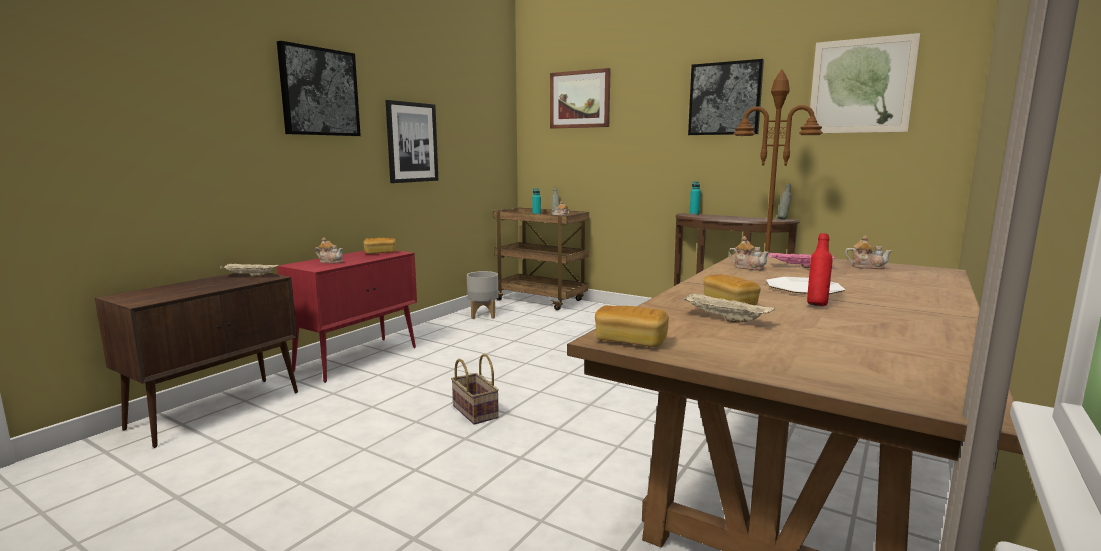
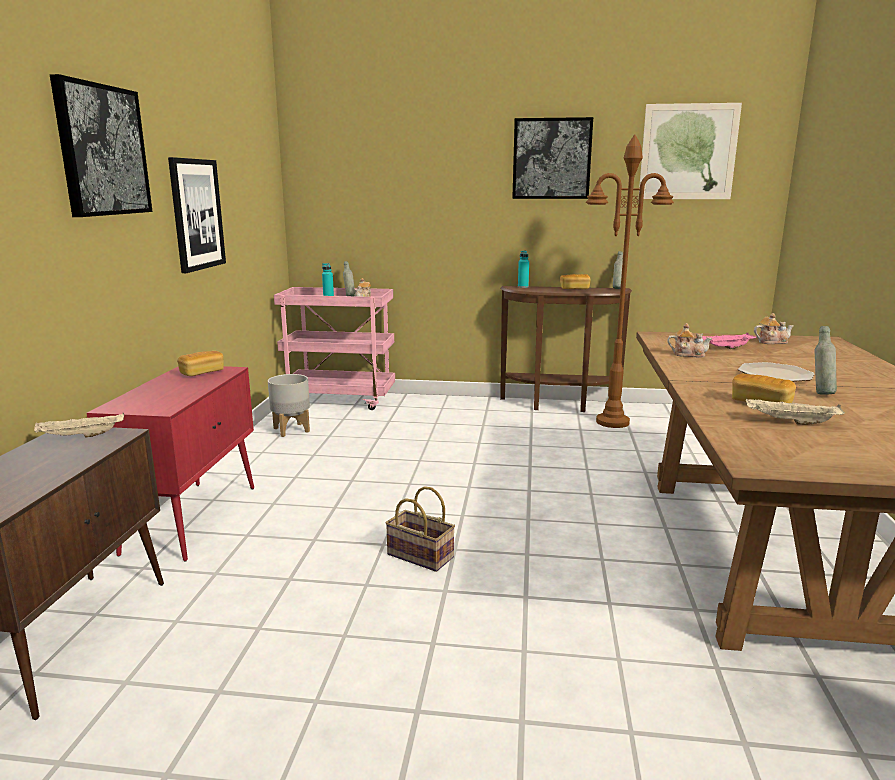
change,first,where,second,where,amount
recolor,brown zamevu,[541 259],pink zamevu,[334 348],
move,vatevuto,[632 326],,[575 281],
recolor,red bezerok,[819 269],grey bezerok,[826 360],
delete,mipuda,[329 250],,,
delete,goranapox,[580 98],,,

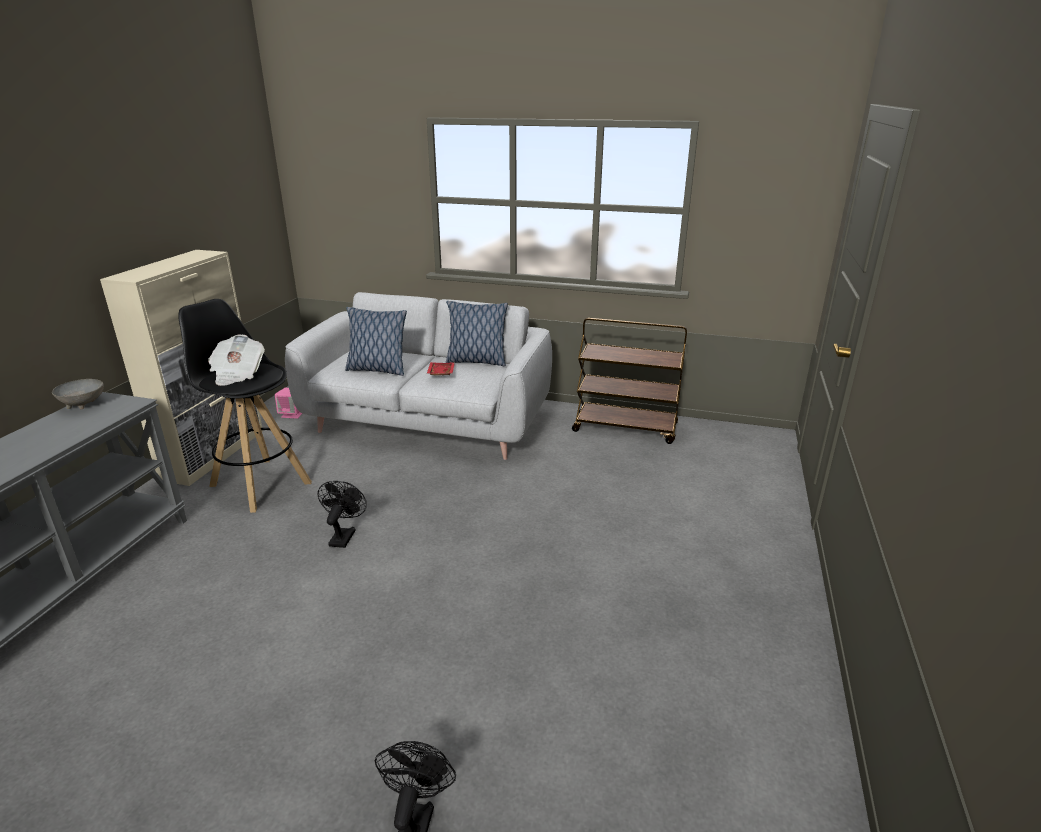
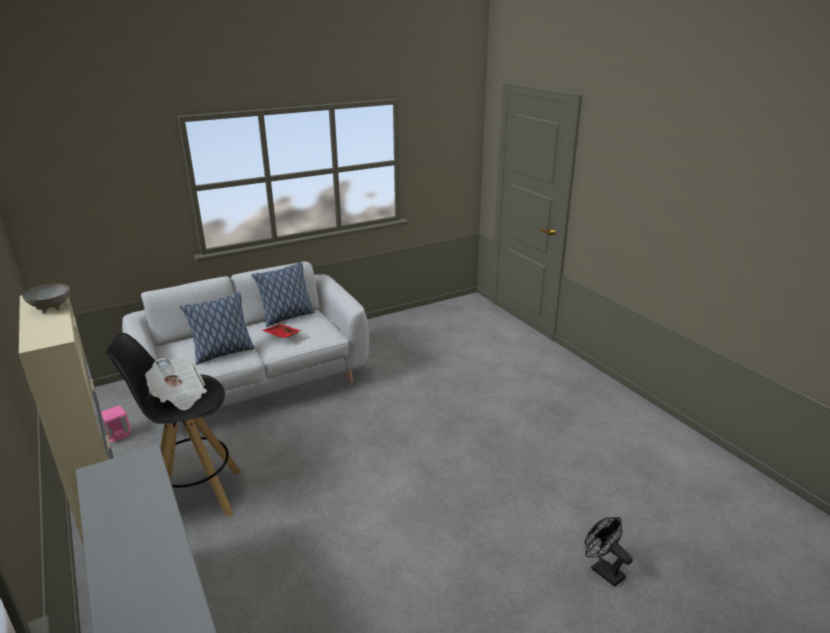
change,first,where,second,where,amount
move,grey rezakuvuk,[78 394],,[46 299],
delete,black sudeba,[342 514],,,
delete,brown zamevu,[629 381],,,

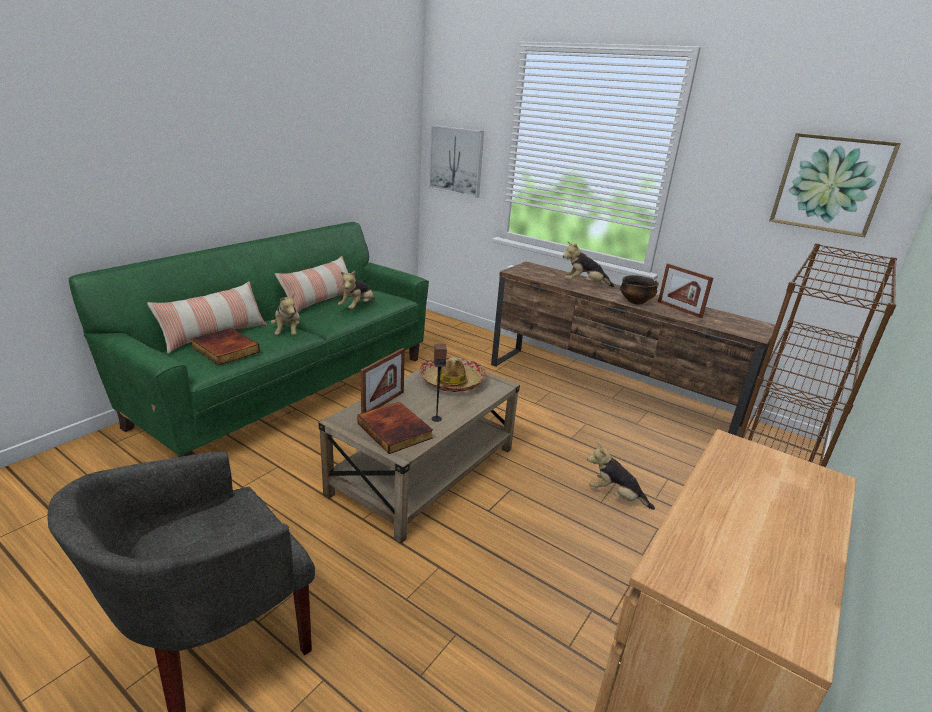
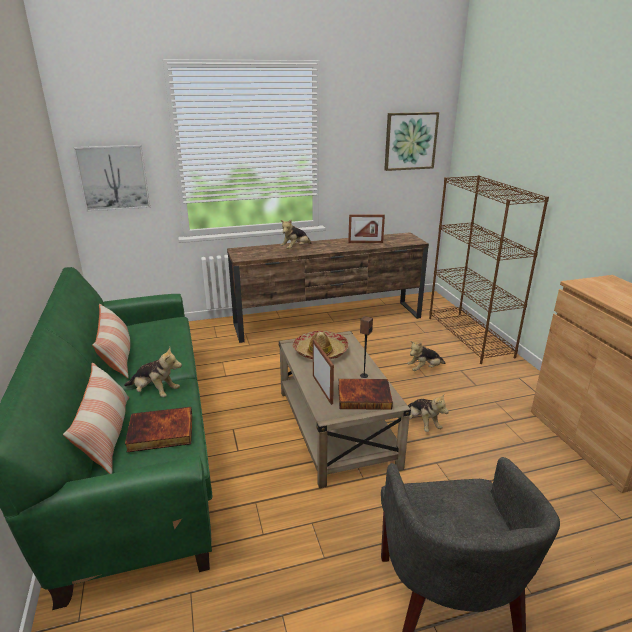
change,first,where,second,where,amount
move,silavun,[356 290],,[428 413],
delete,rezakuvuk,[639 289],,,

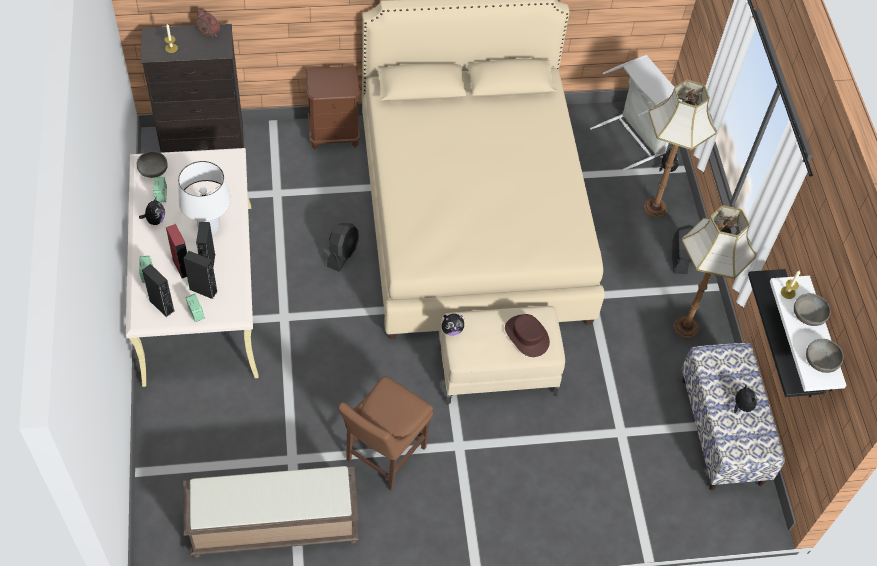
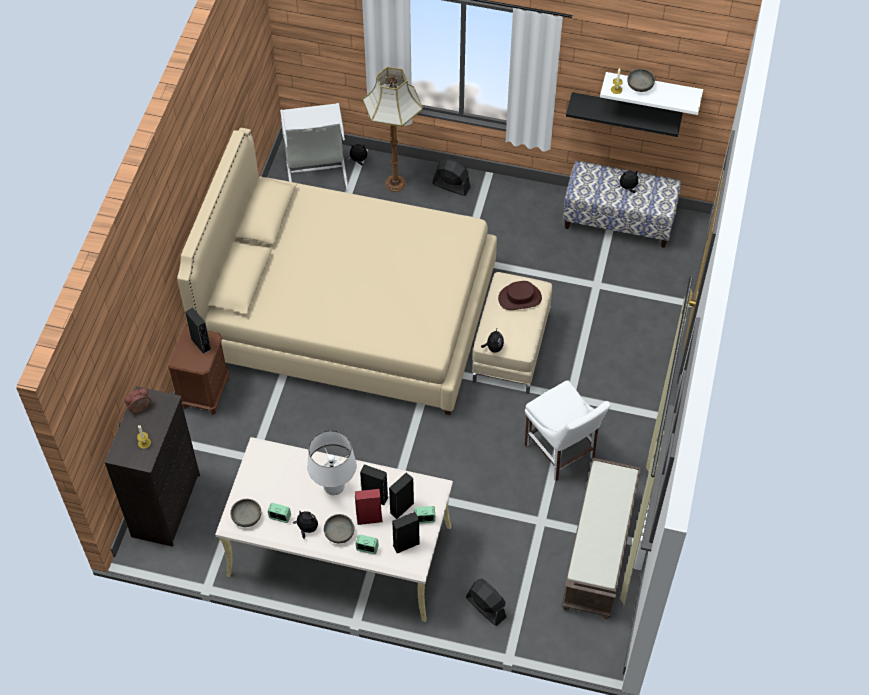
change,first,where,second,where,amount
insert,,,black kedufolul,[198 331],
move,grey rezakuvuk,[825 356],,[339 529],
move,black sudeba,[343 247],,[486 602],
recolor,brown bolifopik,[385 433],white bolifopik,[568 430],
delete,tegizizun,[715 271],,,

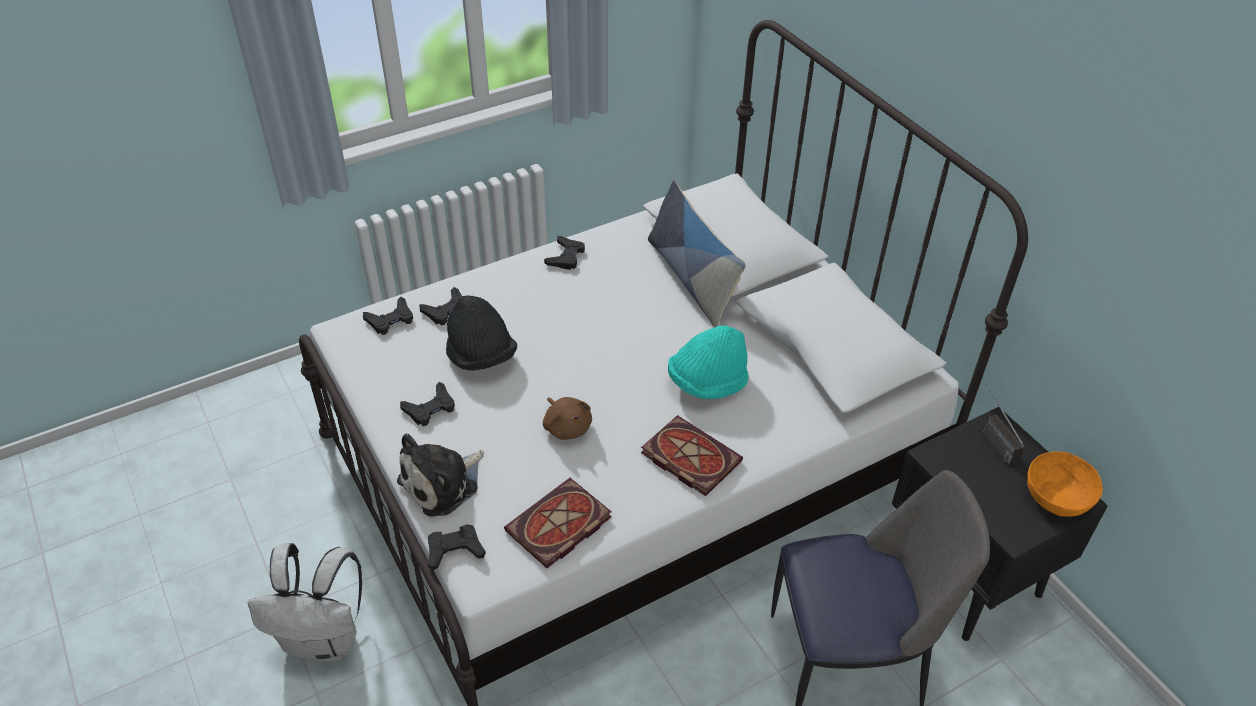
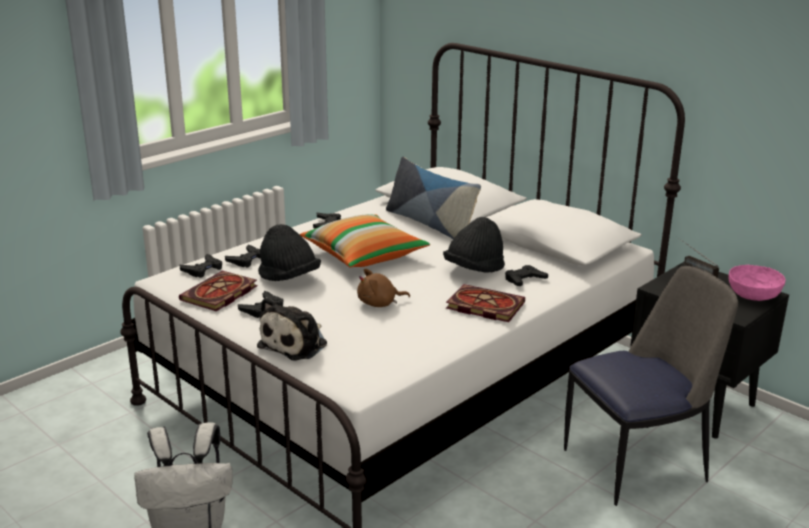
change,first,where,second,where,amount
move,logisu,[558 523],,[218 291],
insert,,,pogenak,[365 240],
rotate,brown silavun,[567 418],,[383 287],120 degrees clockwise
recolor,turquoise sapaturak,[708 362],black sapaturak,[474 245],
move,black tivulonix,[457 547],,[526 275],
recolor,orange rezakuvuk,[1065 484],pink rezakuvuk,[757 283],

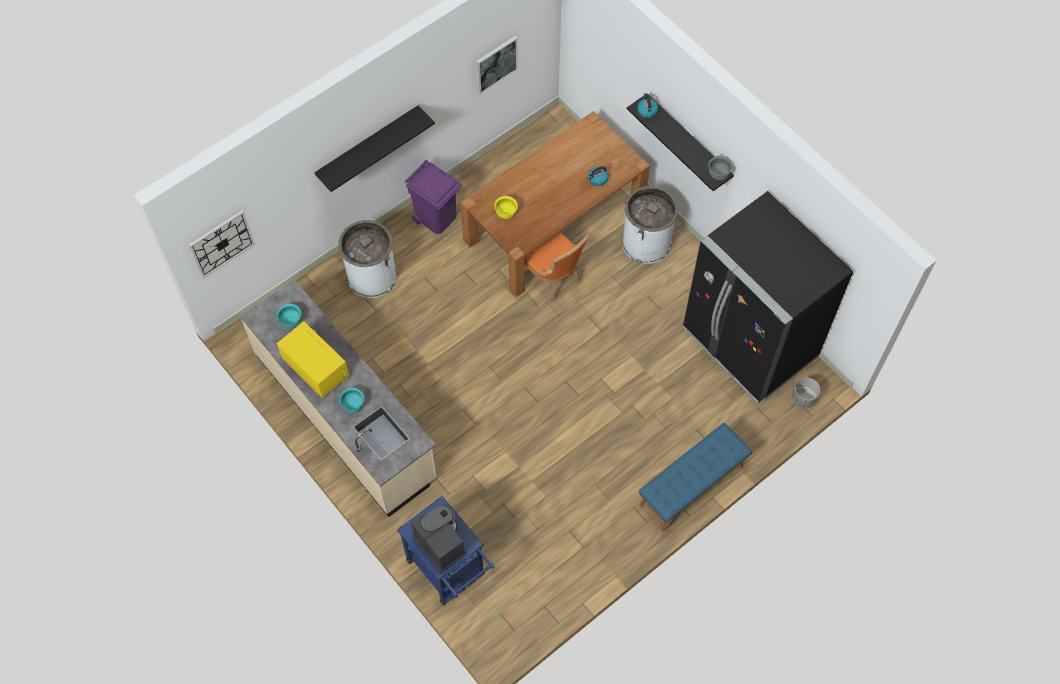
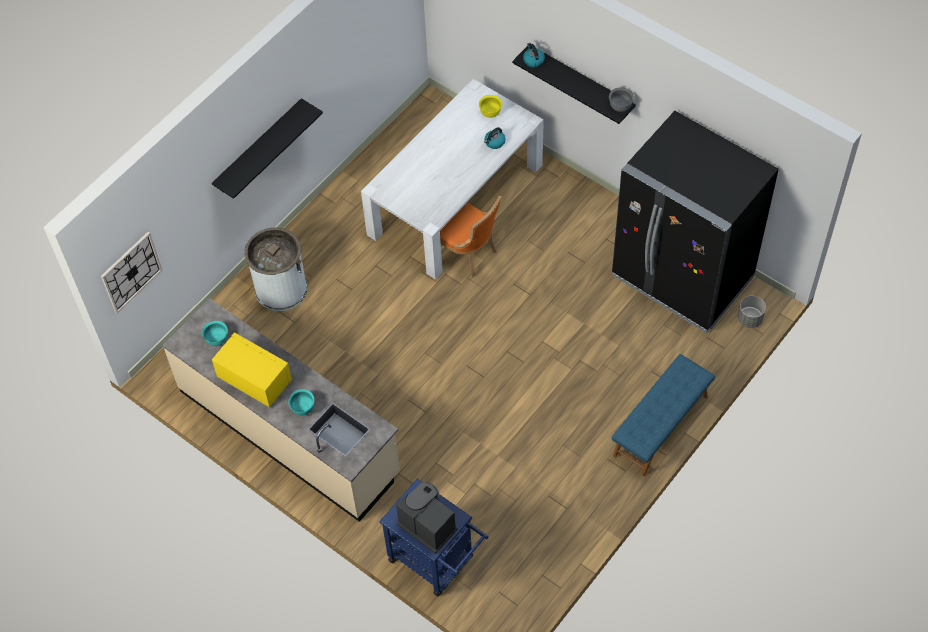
change,first,where,second,where,amount
recolor,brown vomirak,[555 204],white vomirak,[452 179],
move,yellow rezakuvuk,[506 207],,[490 106],
delete,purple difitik,[433 197],,,
delete,goranapox,[497 65],,,
delete,white difitik,[650 225],,,

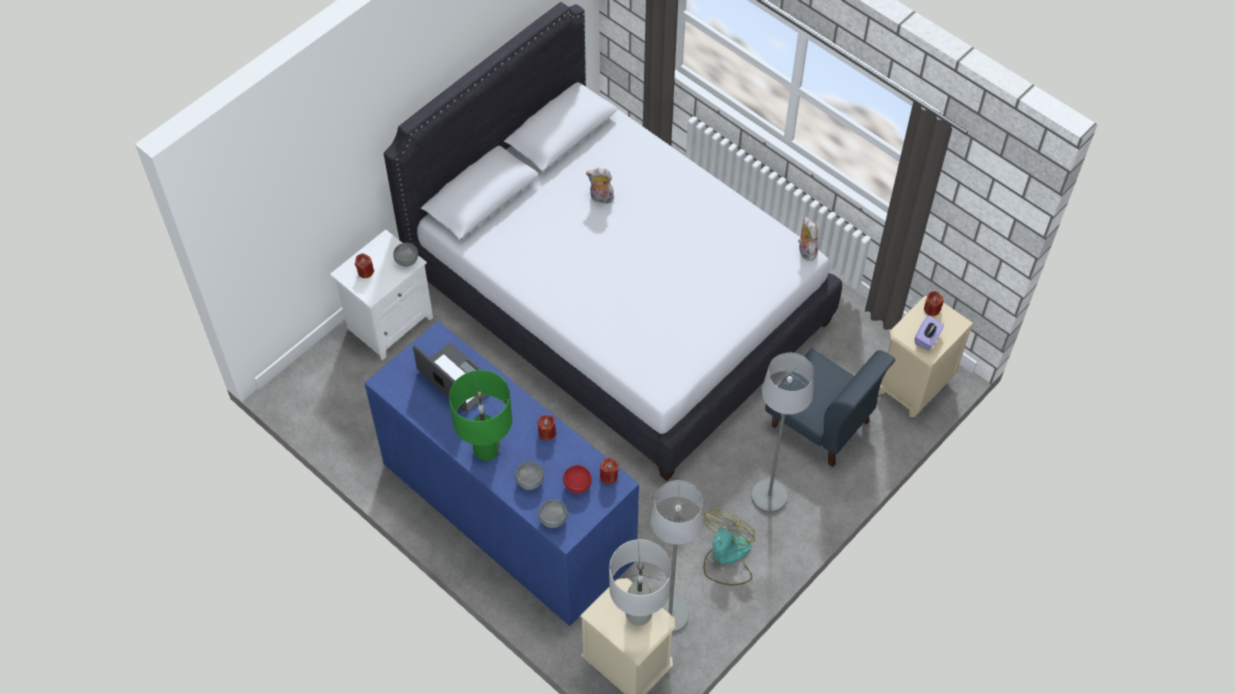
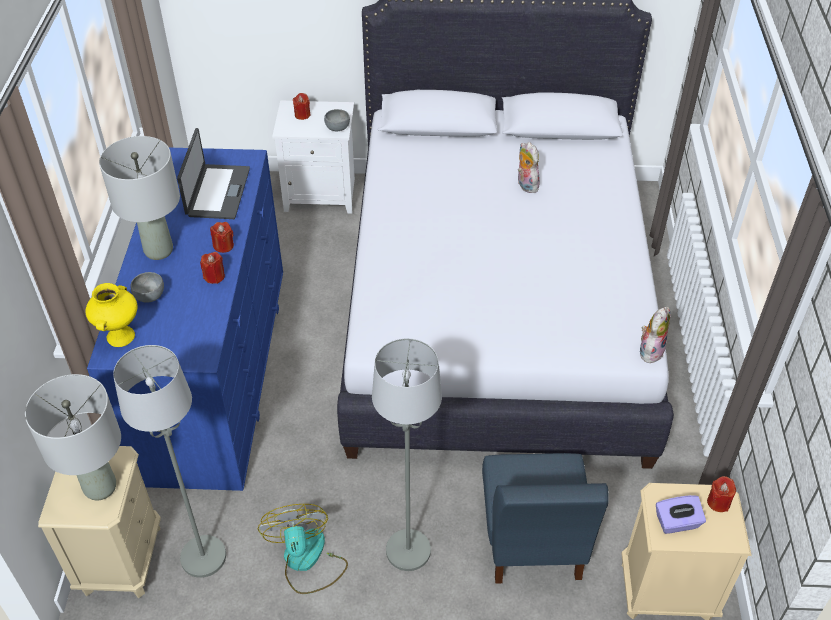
change,first,where,second,where,amount
replace,grey rezakuvuk,[553 514],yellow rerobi,[111 315],
recolor,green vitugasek,[480 415],grey vitugasek,[139 198],
move,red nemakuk,[609 471],,[222 237],
rotate,sudeba,[729 547],,[303 549],90 degrees counterclockwise
delete,red rezakuvuk,[577 479],,,

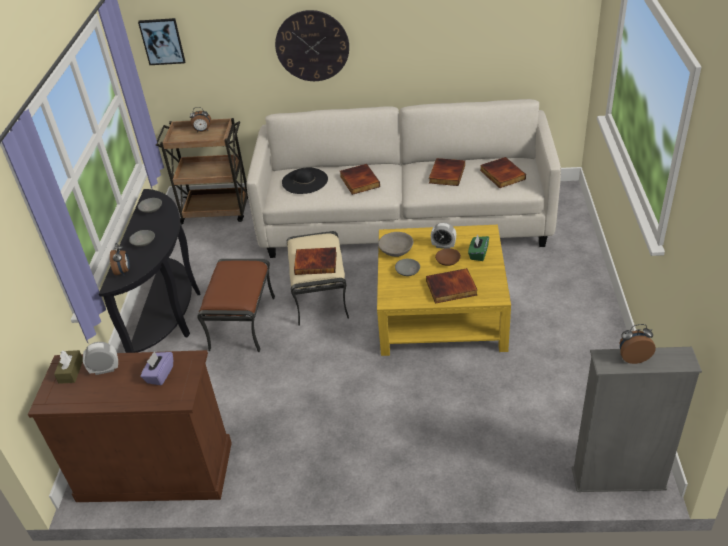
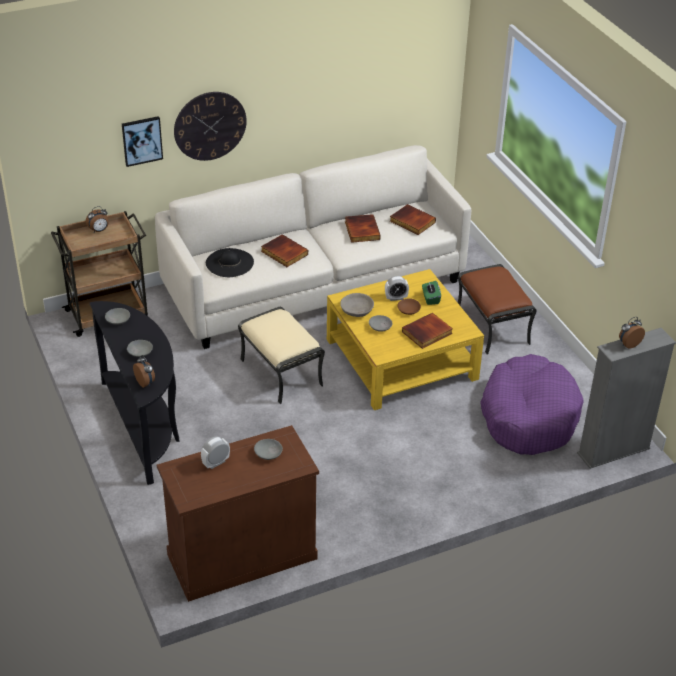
change,first,where,second,where,amount
move,goranapox,[161 41],,[142 141],
replace,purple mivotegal,[156 368],grey rezakuvuk,[268 449],
move,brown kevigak,[236 305],,[497 309],
insert,,,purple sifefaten,[532 404],
delete,brown mivotegal,[68 367],,,
delete,logisu,[315 261],,,

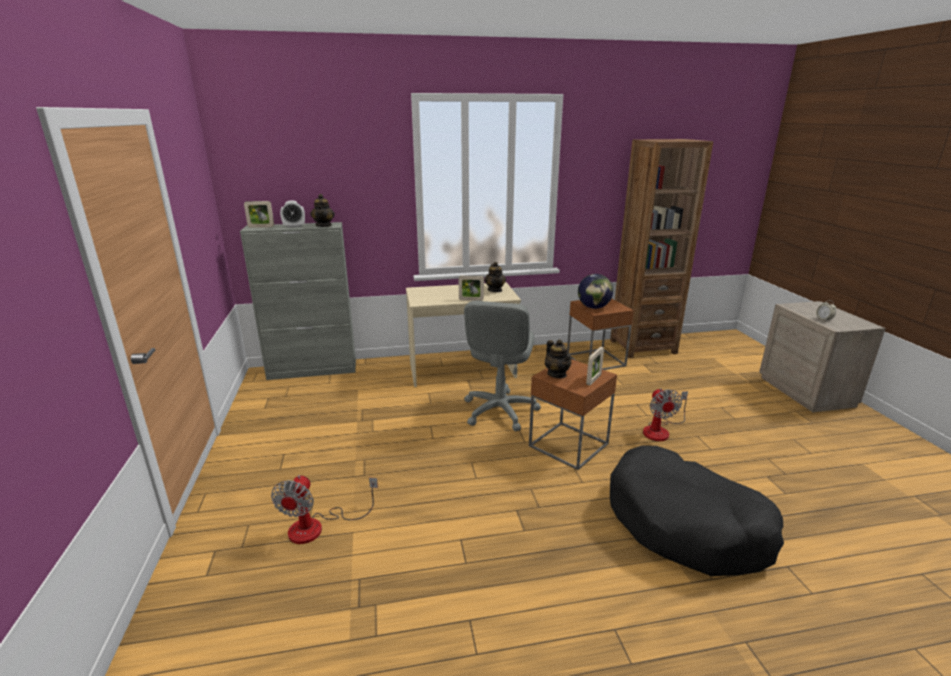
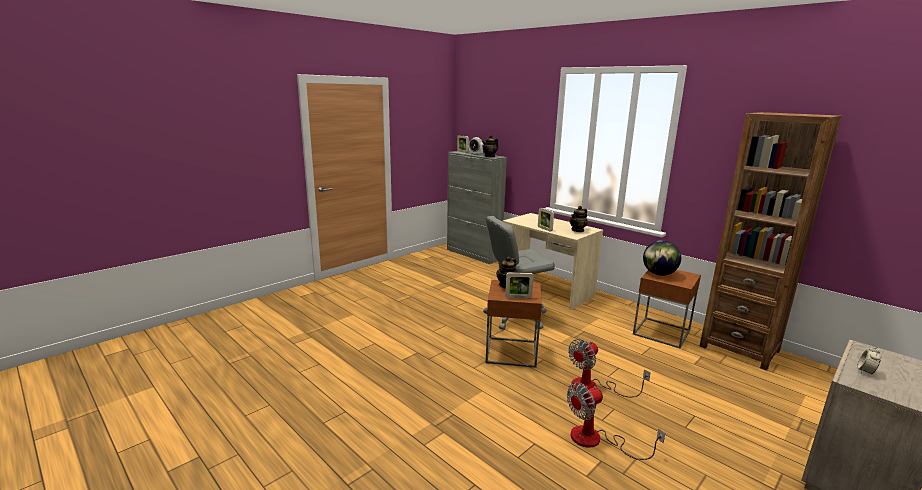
change,first,where,second,where,amount
move,sudeba,[324 509],,[616 421],
delete,black sifefaten,[697 510],,,

